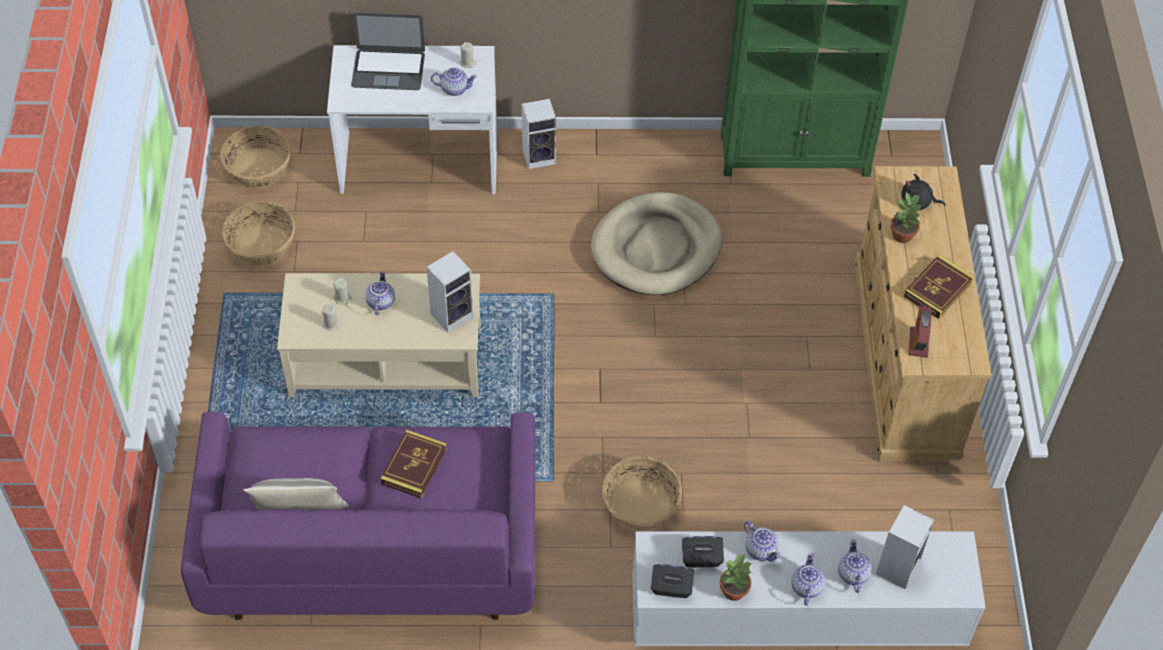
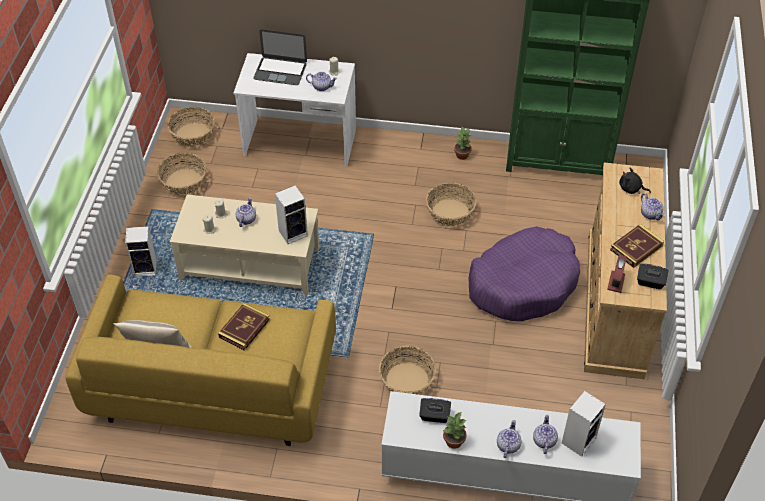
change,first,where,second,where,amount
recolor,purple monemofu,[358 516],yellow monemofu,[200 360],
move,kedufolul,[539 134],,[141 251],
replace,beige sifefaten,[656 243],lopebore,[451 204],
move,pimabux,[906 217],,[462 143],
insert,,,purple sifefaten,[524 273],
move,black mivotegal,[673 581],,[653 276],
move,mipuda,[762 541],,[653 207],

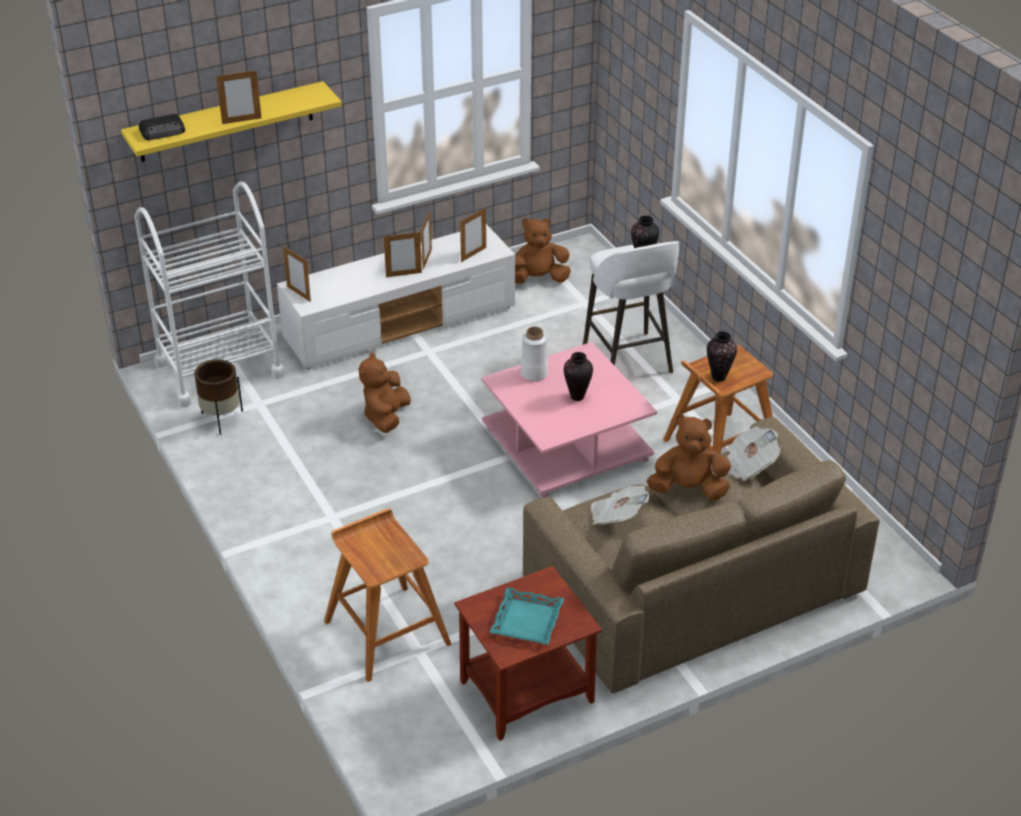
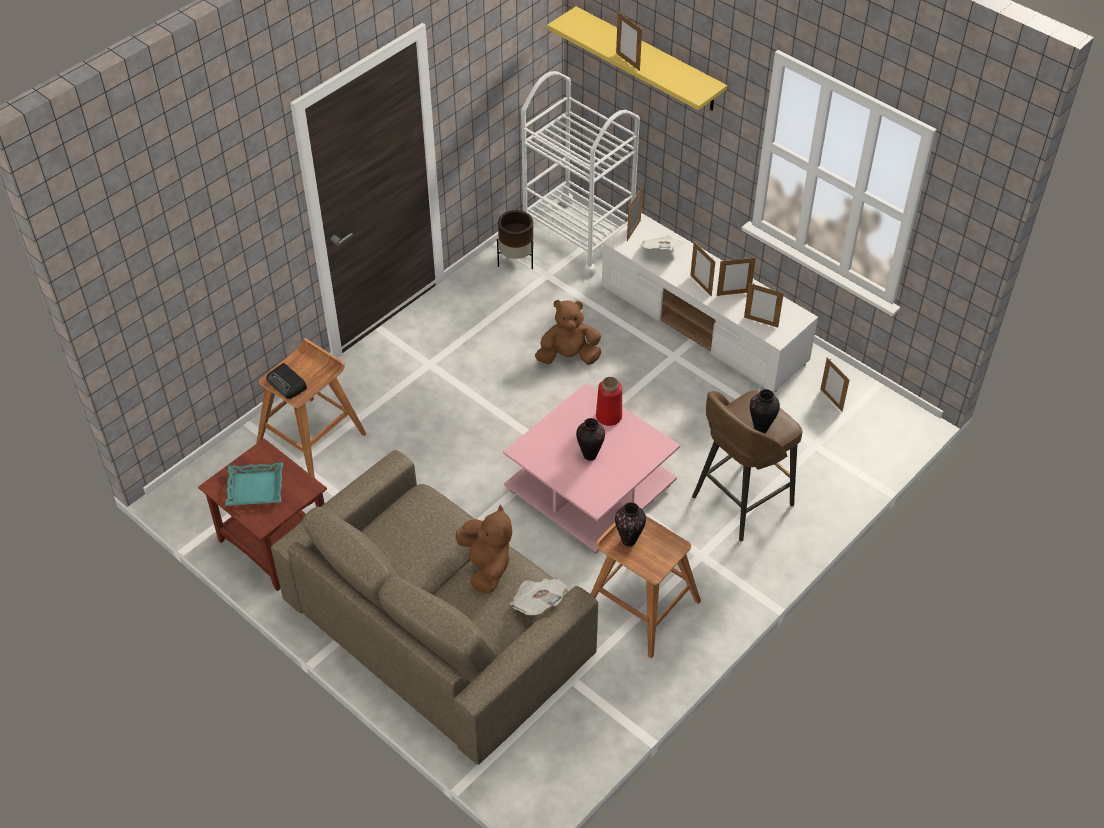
change,first,where,second,where,amount
move,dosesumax,[162 127],,[287 381],
recolor,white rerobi,[534 354],red rerobi,[609 401],
move,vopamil,[620 505],,[663 243],
recolor,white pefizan,[631 307],brown pefizan,[747 465],
replace,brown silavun,[543 251],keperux,[835 384],

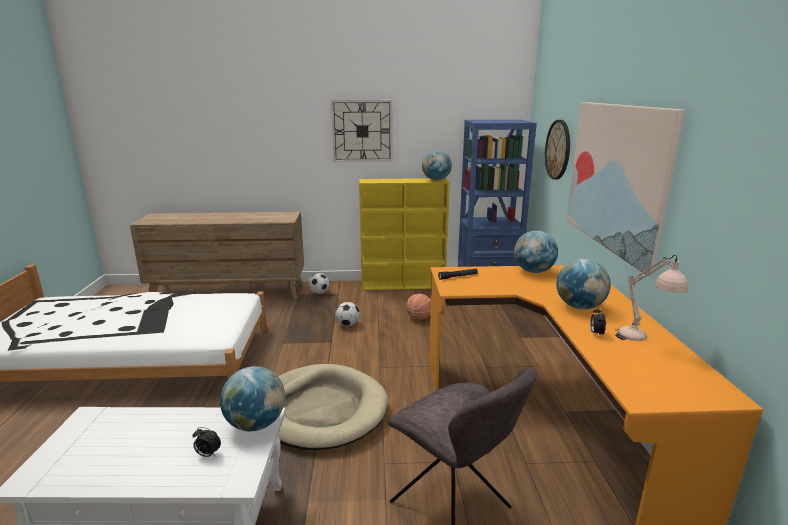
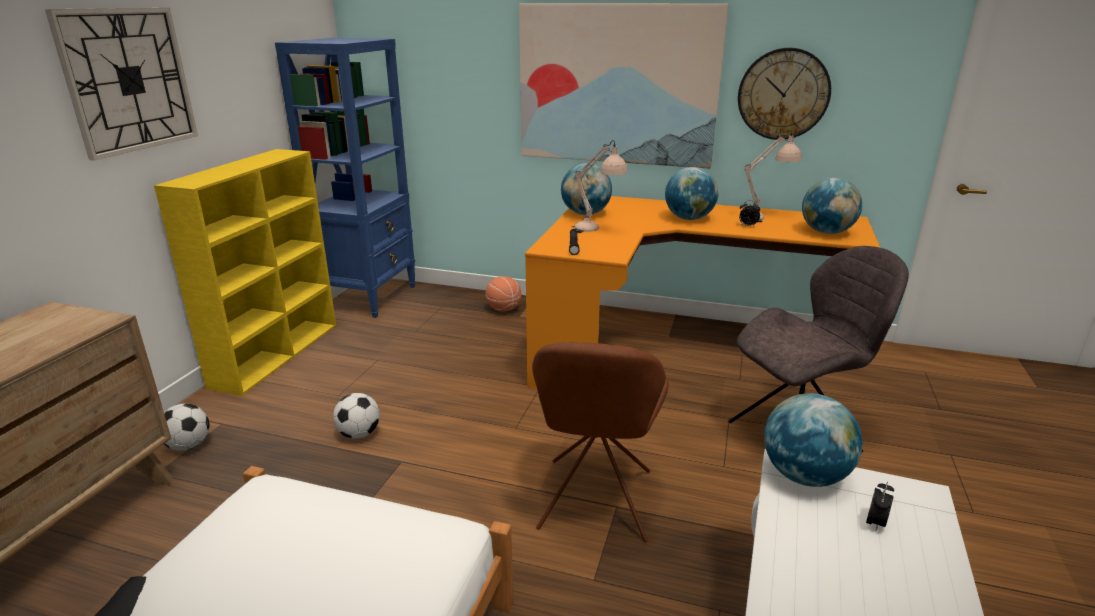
change,first,where,second,where,amount
move,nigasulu,[418 307],,[503 294],
replace,beige sifefaten,[333 407],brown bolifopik,[600 442],
insert,,,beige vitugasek,[600 186],
move,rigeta,[557 149],,[784 94],
move,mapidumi,[437 165],,[832 206],

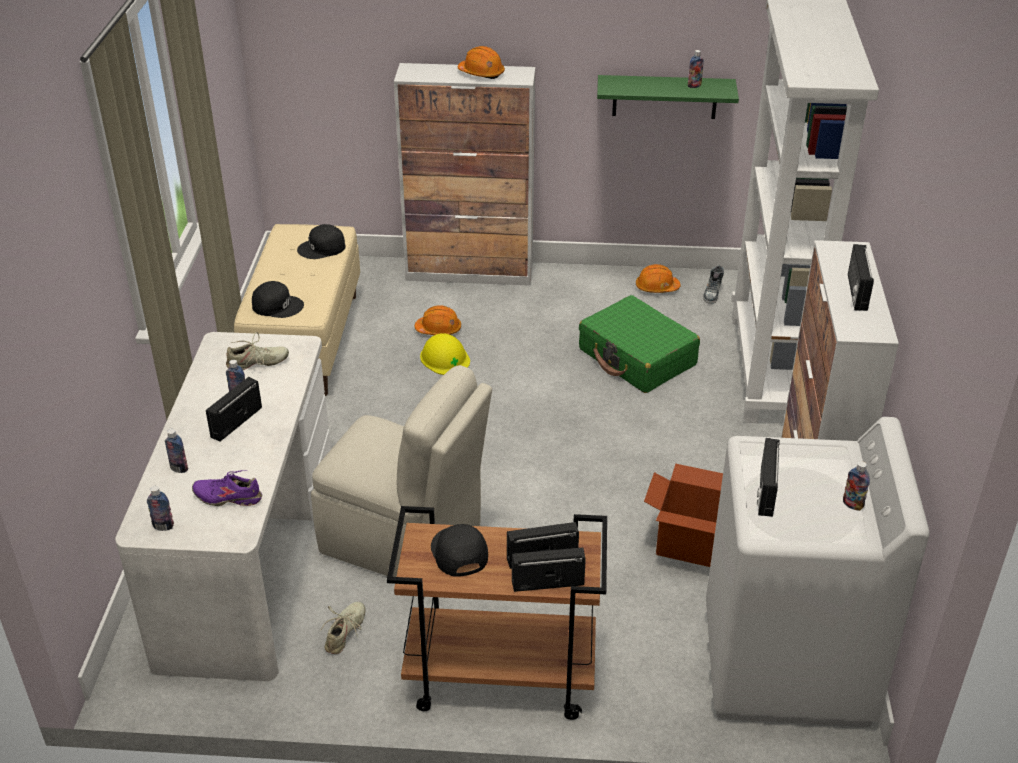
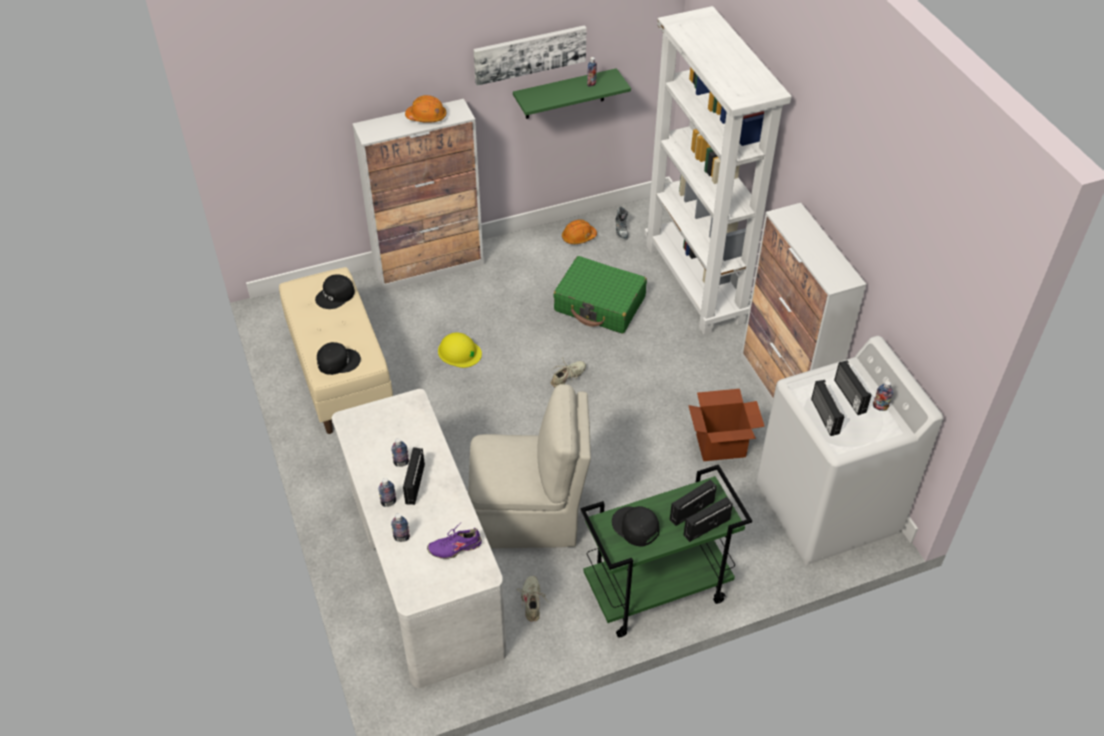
change,first,where,second,where,amount
move,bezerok,[160 508],,[387 492],
insert,,,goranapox,[530 55],
move,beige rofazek,[257 351],,[568 372],
recolor,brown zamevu,[497 613],green zamevu,[666 551],
move,dosesumax,[861 277],,[852 387],
delete,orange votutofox,[437 320],,,

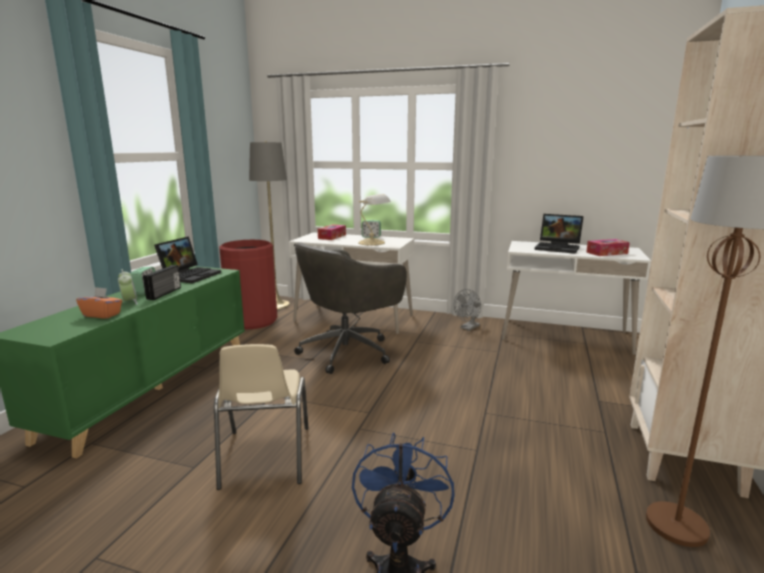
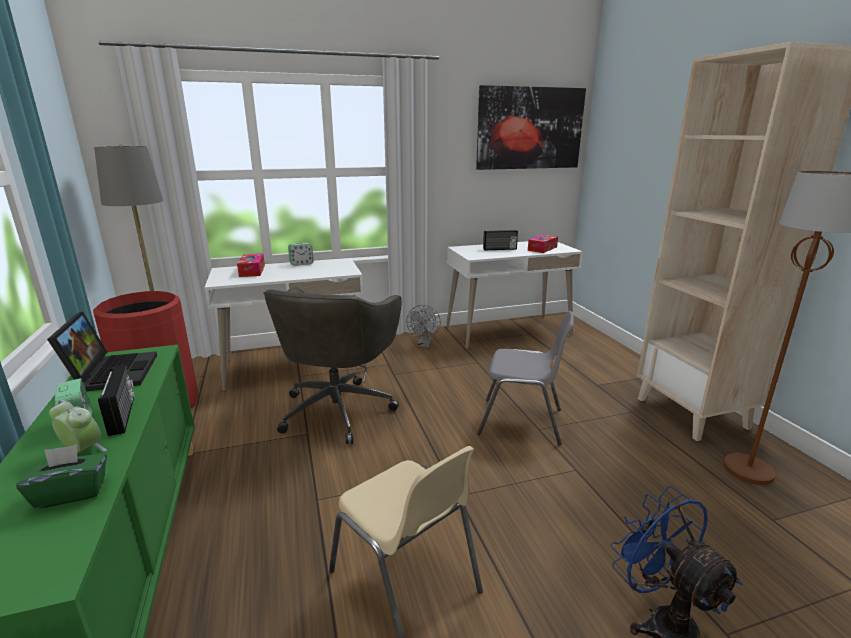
change,first,where,second,where,amount
recolor,orange mivotegal,[99 303],green mivotegal,[61 477],
insert,,,goranapox,[531 127],
insert,,,grey bolifopik,[525 378],
replace,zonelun,[559 234],dosesumax,[500 240],
delete,vitugasek,[374 220],,,

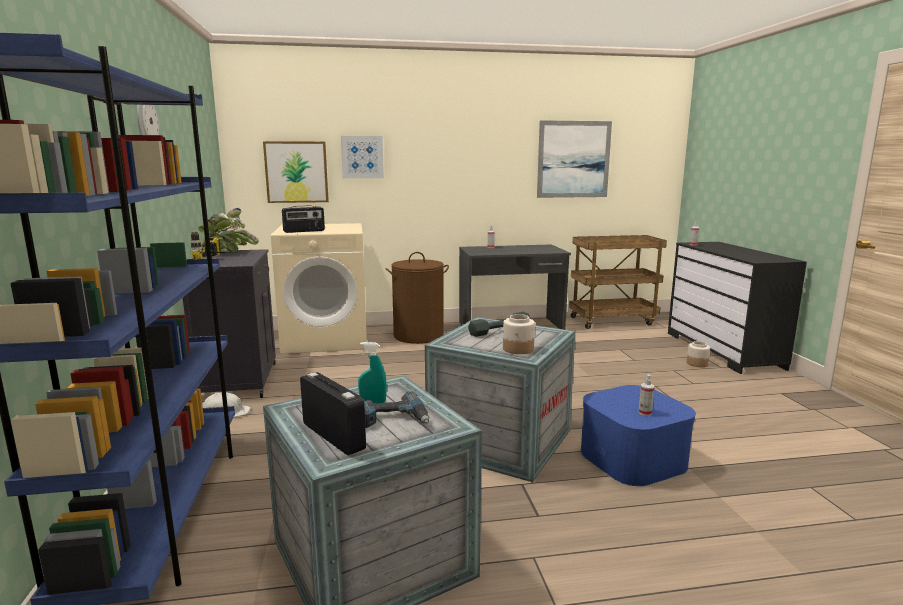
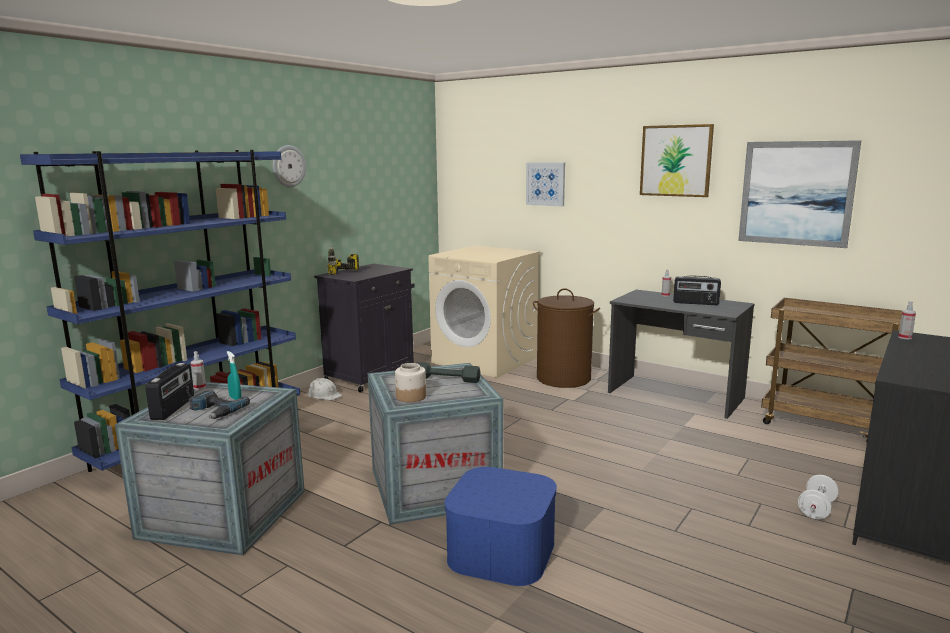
change,first,where,second,where,amount
move,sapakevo,[647 395],,[198 370],
move,goranapox,[296 172],,[677 160],
move,dosesumax,[303 219],,[697 290],
replace,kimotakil,[698 354],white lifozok,[818 497],
delete,pimabux,[229 230],,,

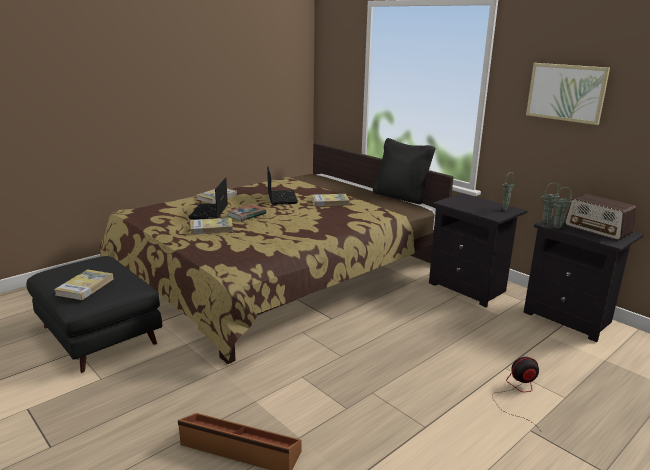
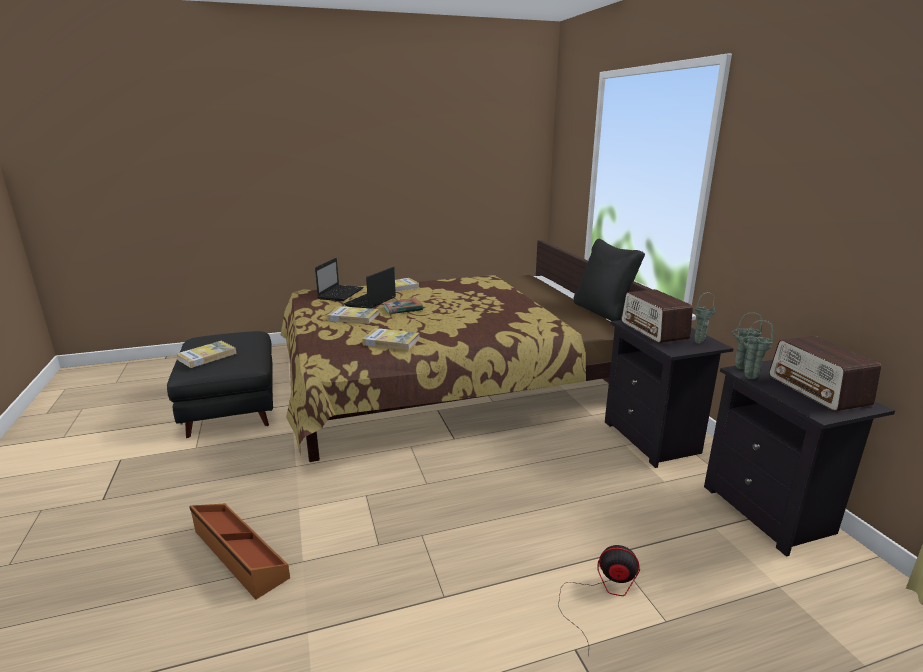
change,first,where,second,where,amount
move,zonelun,[282 185],,[339 279],
move,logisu,[331 200],,[390 339],
insert,,,dosesumax,[657 316],
delete,goranapox,[568 94],,,

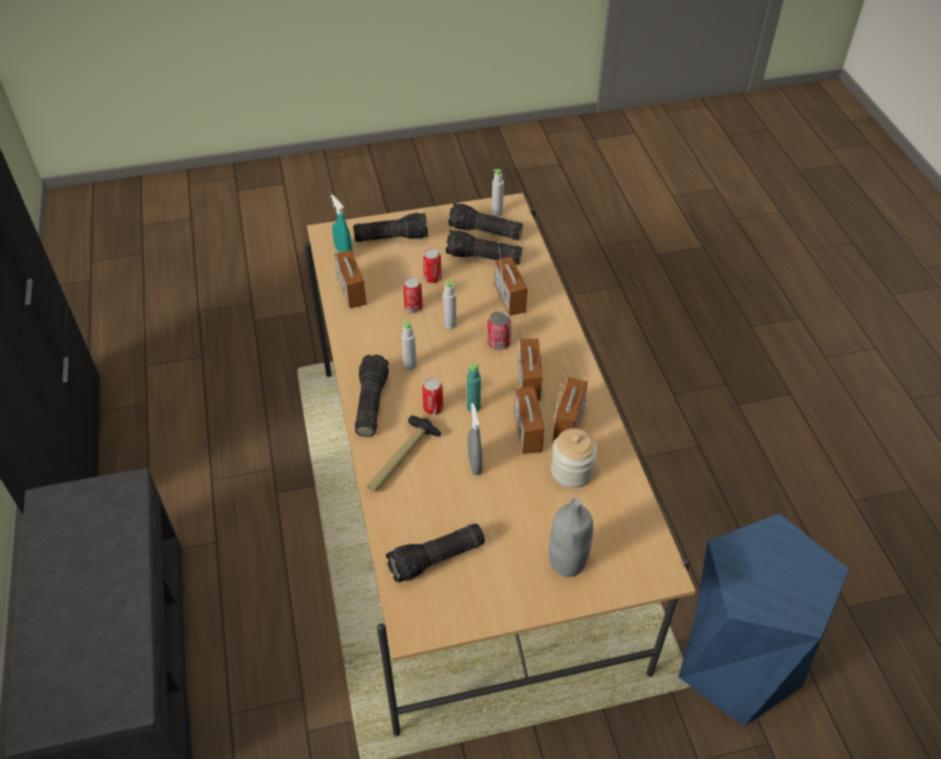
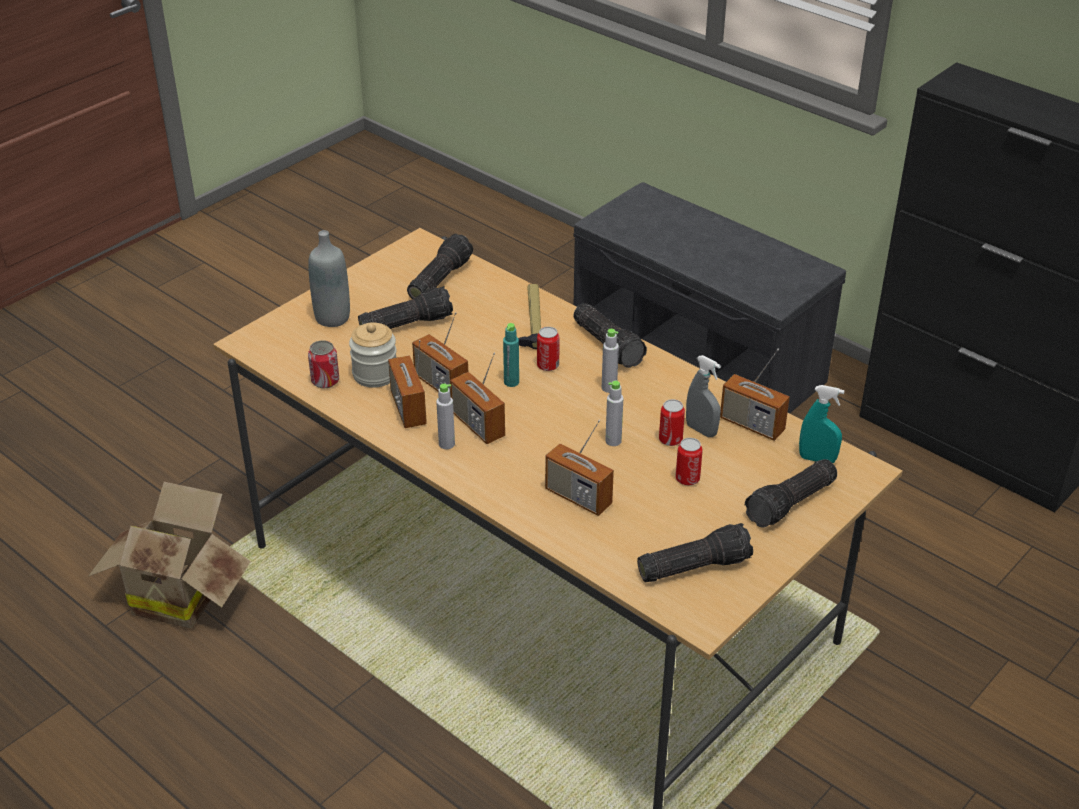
change,first,where,second,where,amount
replace,blue pefizan,[764 620],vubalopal,[169 555],
move,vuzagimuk,[499 330],,[323 364],
move,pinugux,[484 247],,[405 307],
move,grey bezerok,[498 192],,[445 416],
move,grey sapakevo,[475 439],,[703 396],

